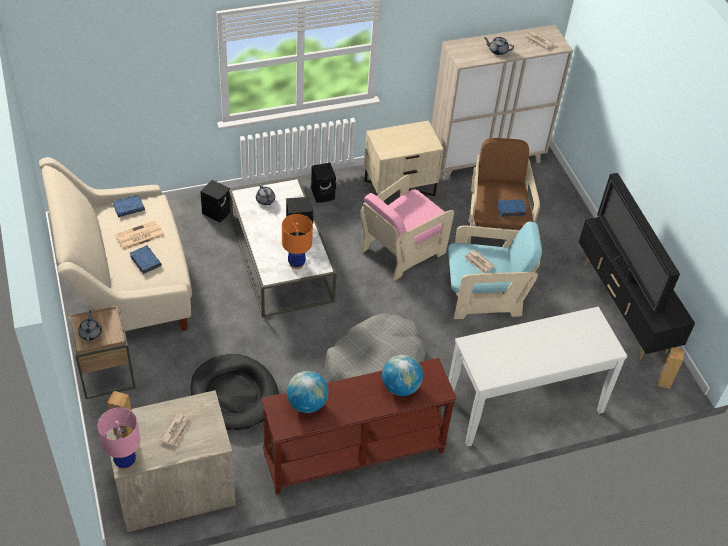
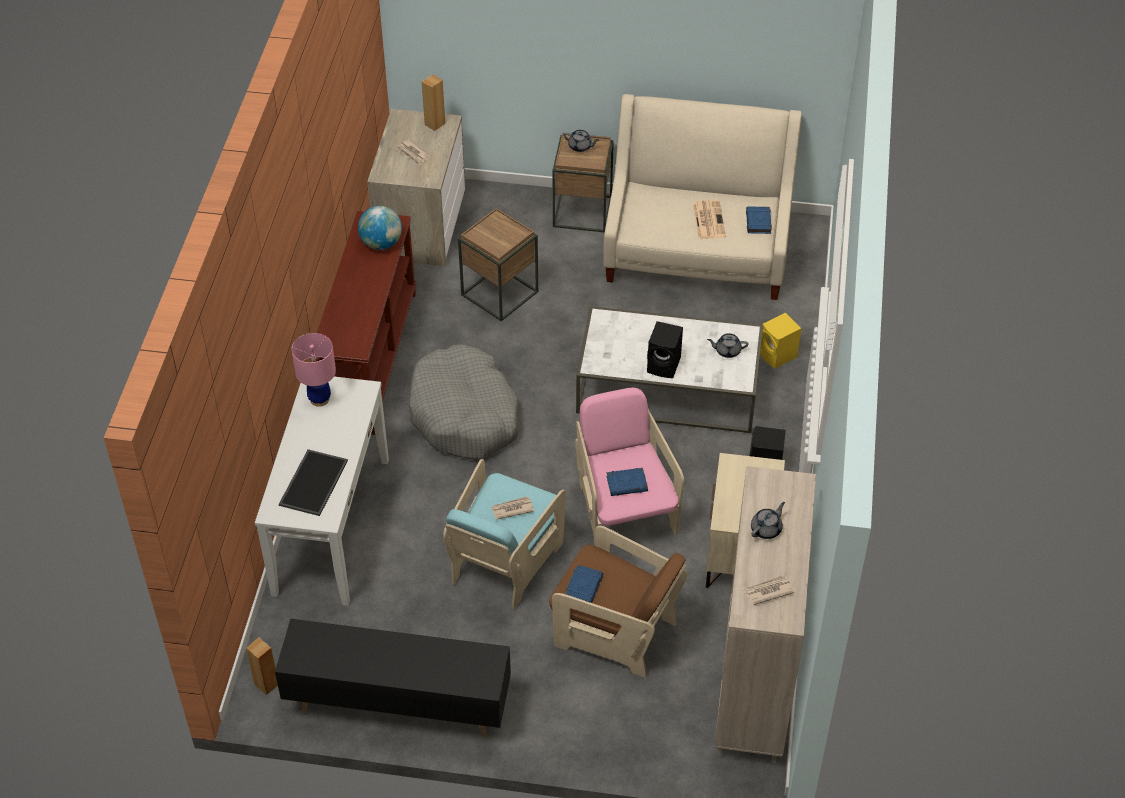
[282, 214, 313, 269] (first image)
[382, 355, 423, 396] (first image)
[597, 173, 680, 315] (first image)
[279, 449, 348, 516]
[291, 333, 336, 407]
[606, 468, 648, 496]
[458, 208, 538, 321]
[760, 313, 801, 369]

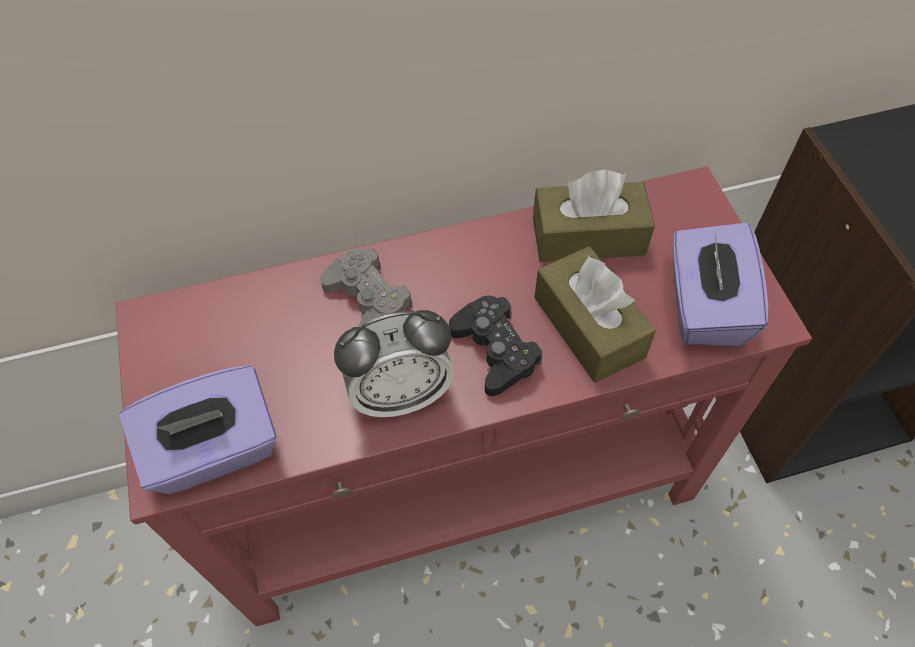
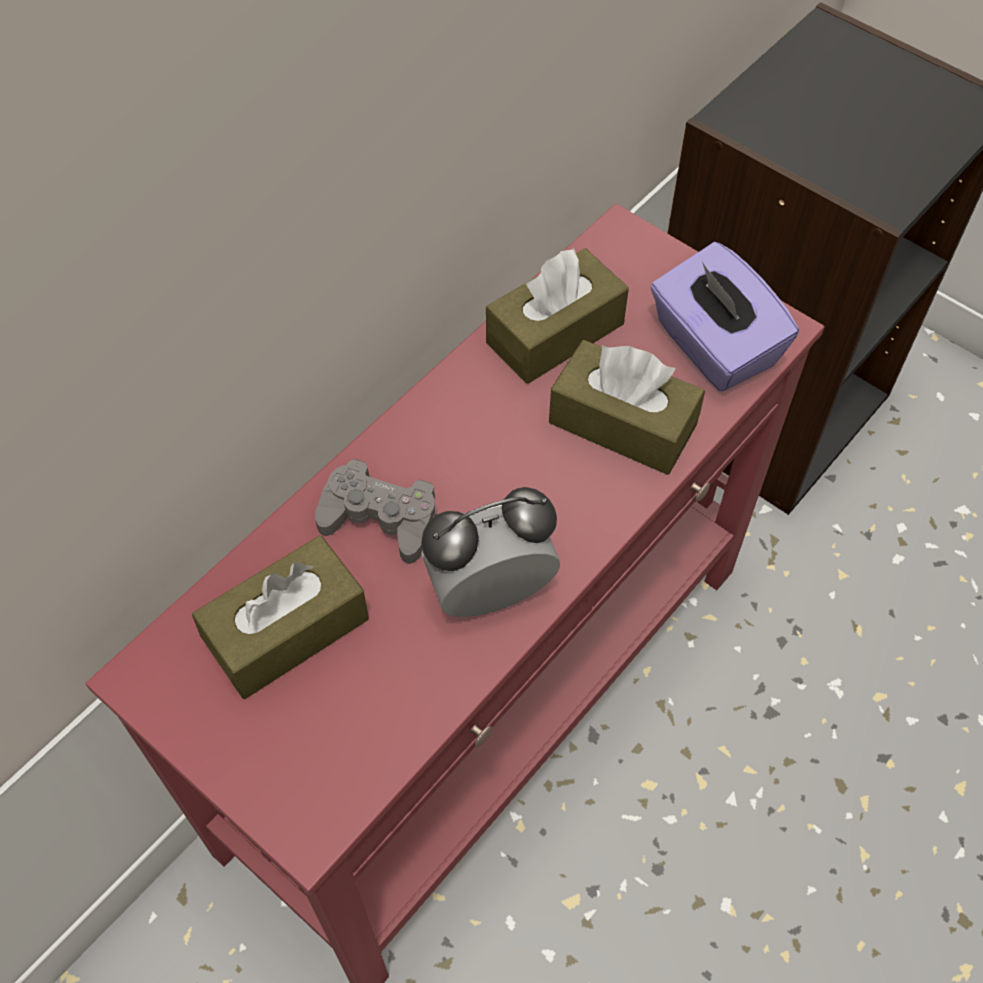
[119, 365, 277, 494] (first image)
[449, 295, 543, 396] (first image)
[192, 535, 369, 699]
[421, 487, 560, 617]

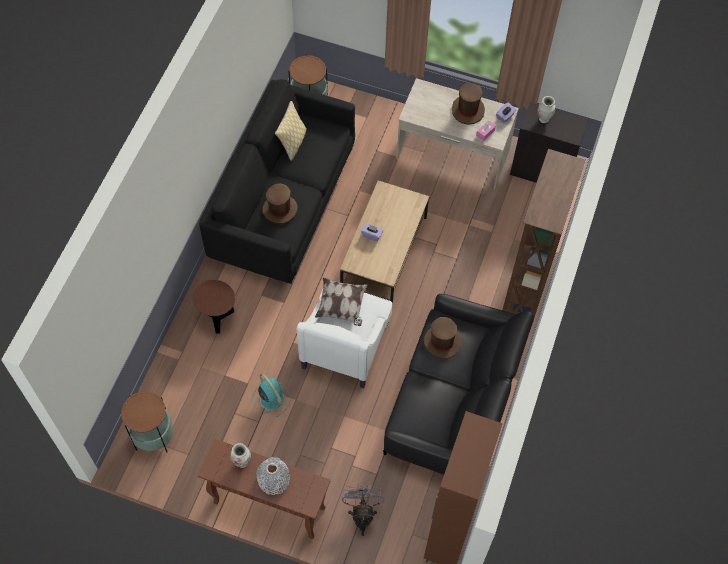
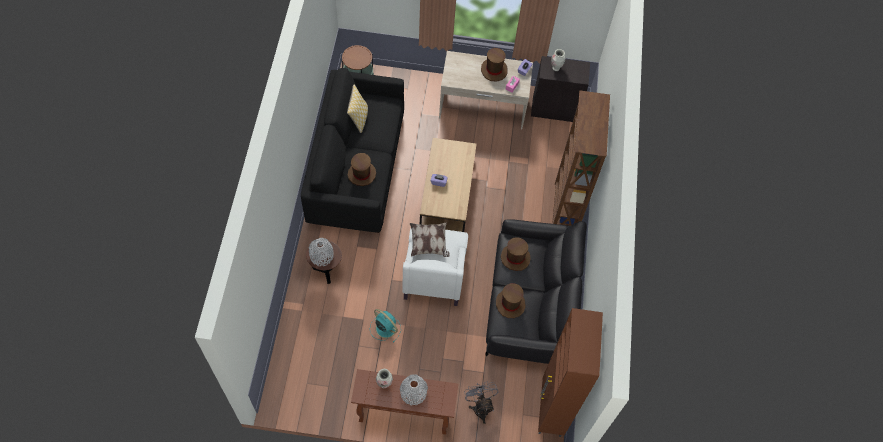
[121, 391, 173, 452] (first image)
[309, 238, 334, 266]
[496, 283, 526, 318]

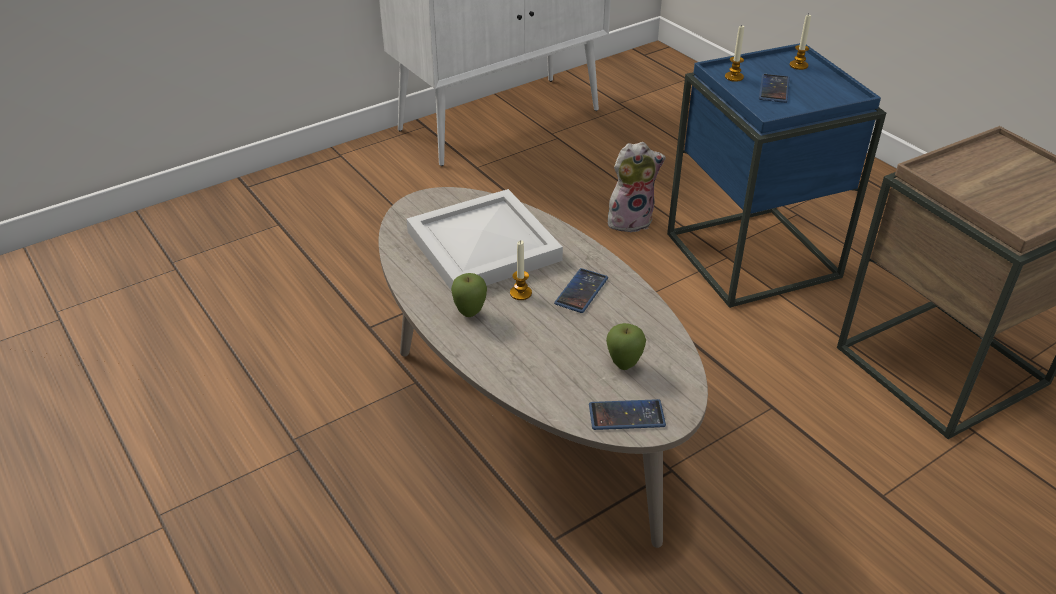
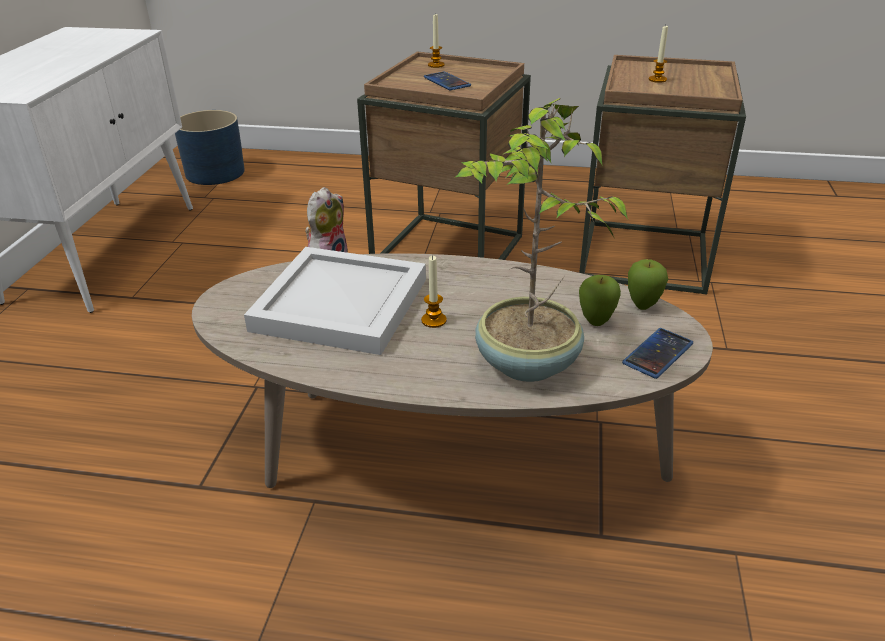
[554, 268, 608, 313] (first image)
[175, 110, 245, 185]
[456, 98, 629, 382]
[628, 259, 668, 310]
[649, 25, 668, 83]
[357, 51, 531, 260]

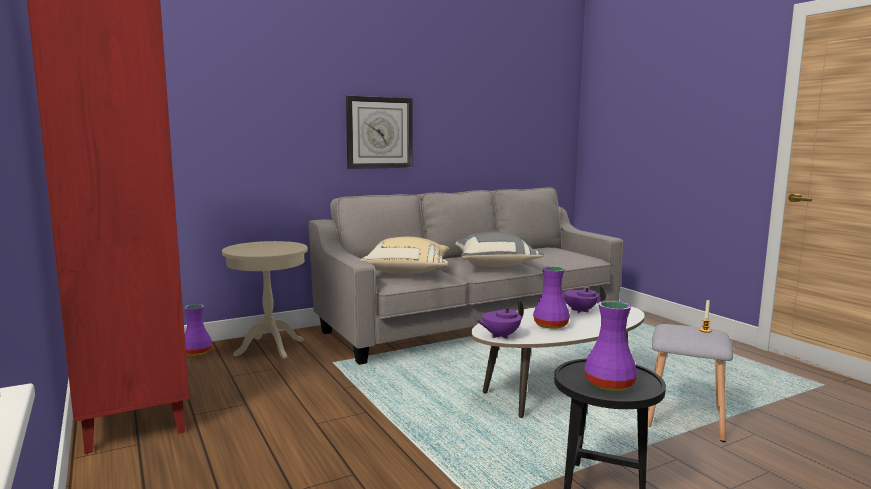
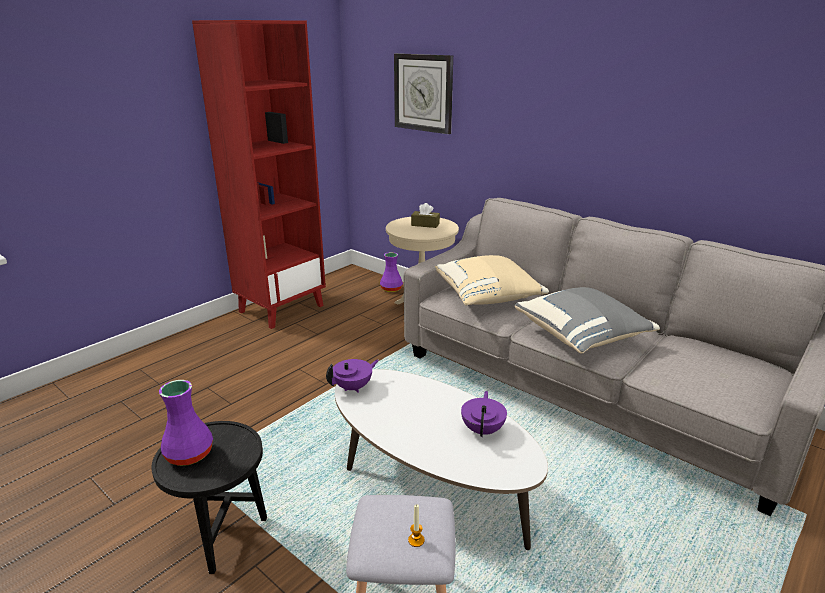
[533, 266, 570, 329] (first image)
[411, 203, 440, 228]
[394, 53, 453, 134]
[326, 359, 379, 393]

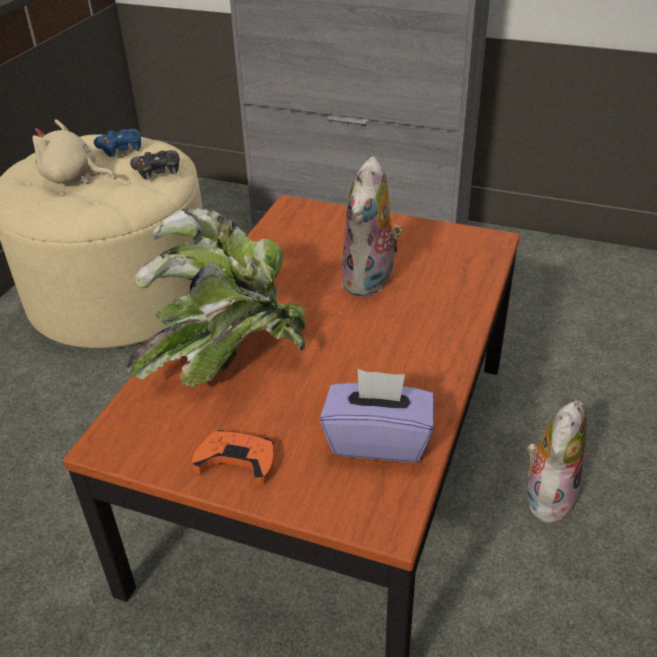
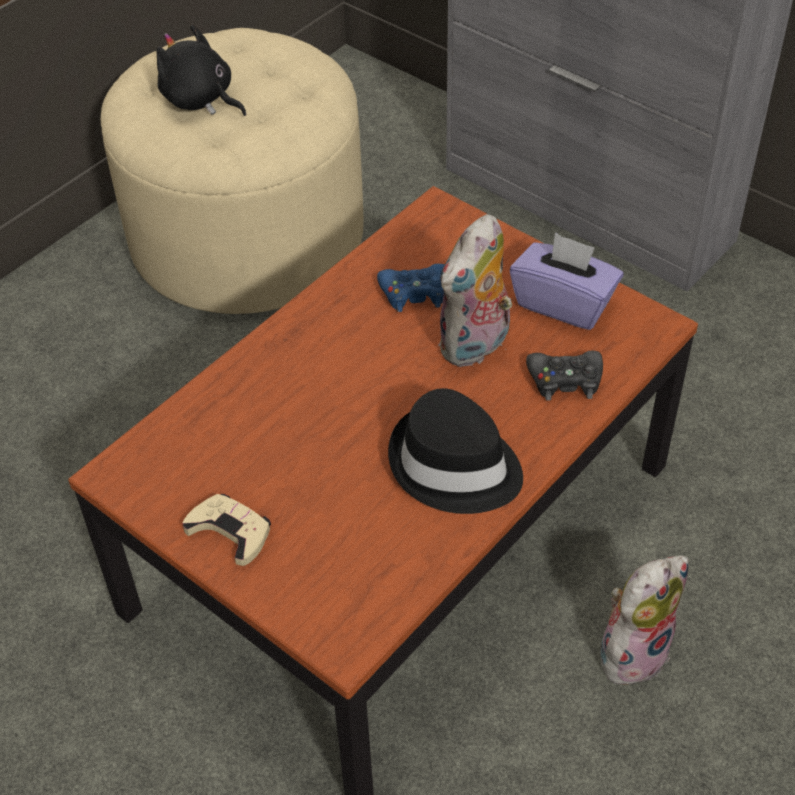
[125, 208, 306, 387] (first image)
[388, 388, 523, 514]
[377, 264, 444, 312]
[526, 351, 603, 401]
[510, 232, 623, 330]
[157, 25, 247, 116]
[182, 494, 271, 566]

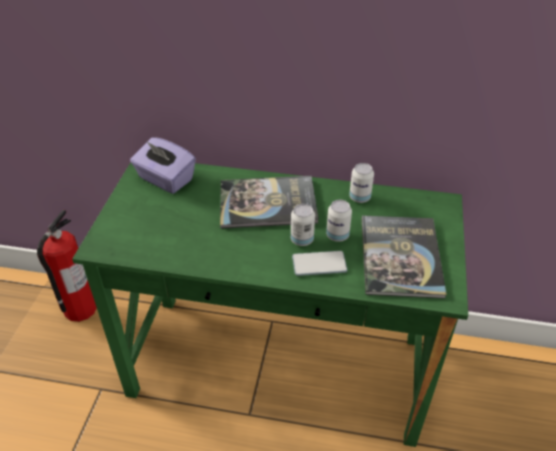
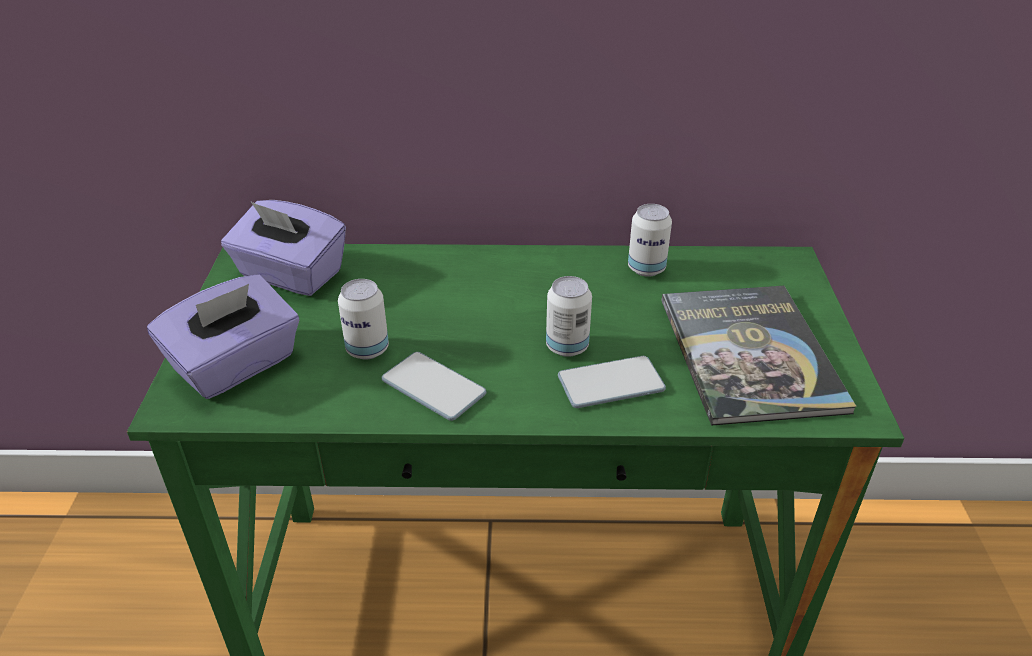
[37, 209, 97, 322] (first image)
[220, 176, 319, 229] (first image)
[147, 274, 299, 399]
[382, 352, 486, 421]
[338, 279, 389, 360]

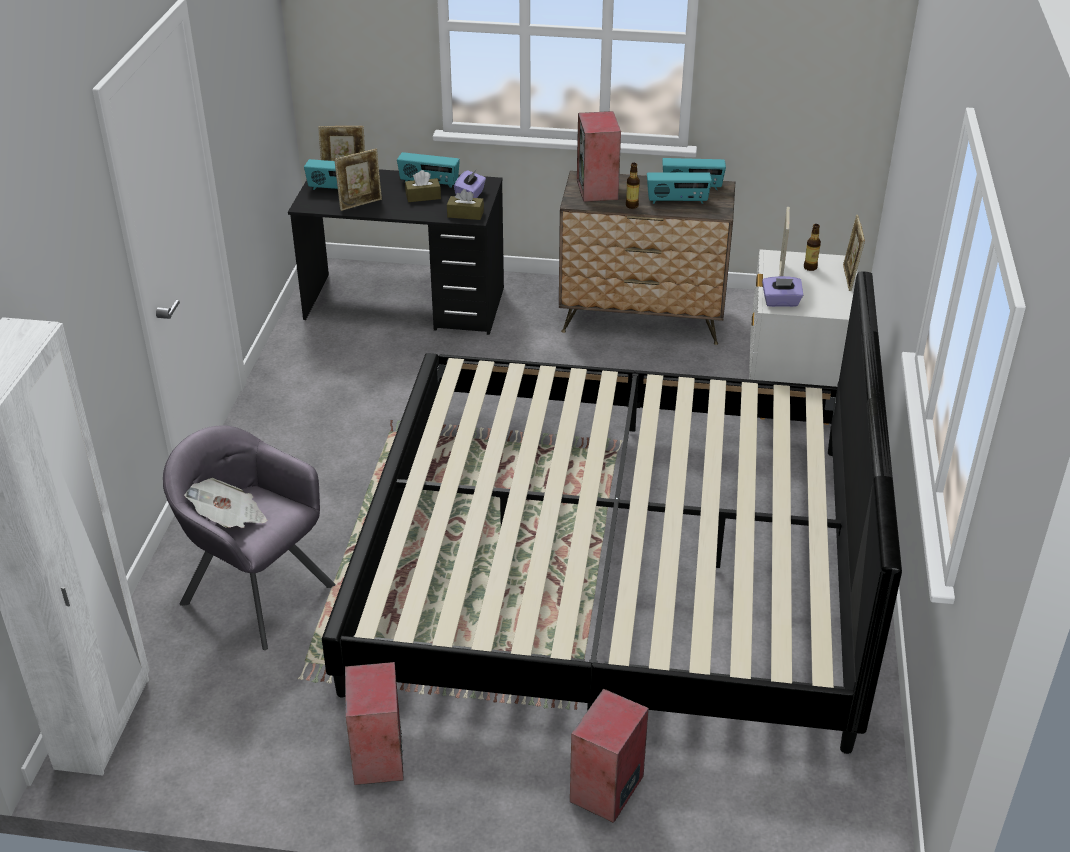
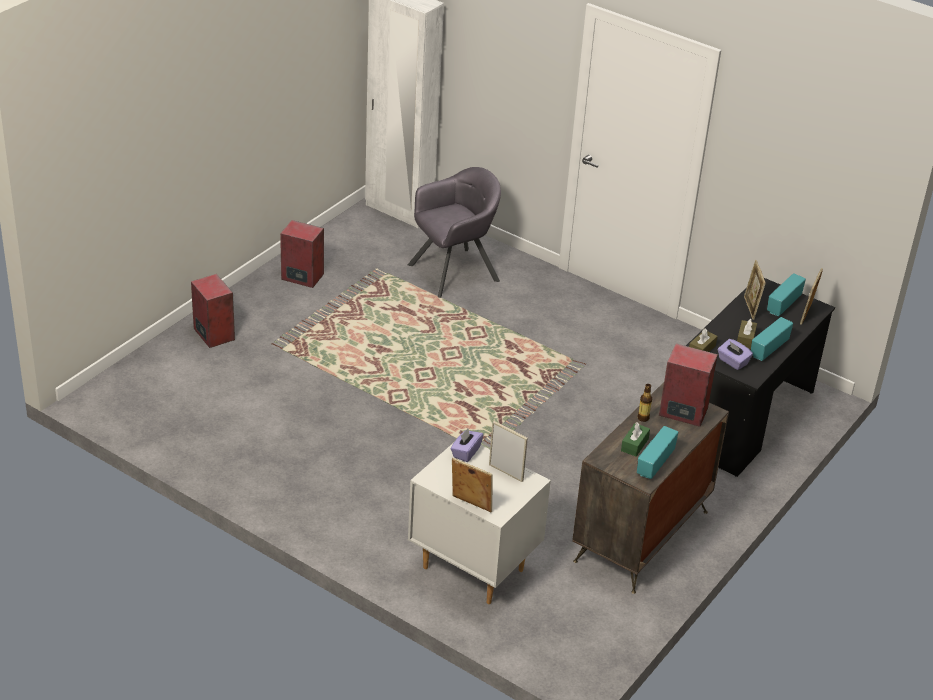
[184, 478, 267, 528] (first image)
[322, 271, 902, 754] (first image)
[804, 224, 821, 271] (first image)
[621, 422, 650, 457]

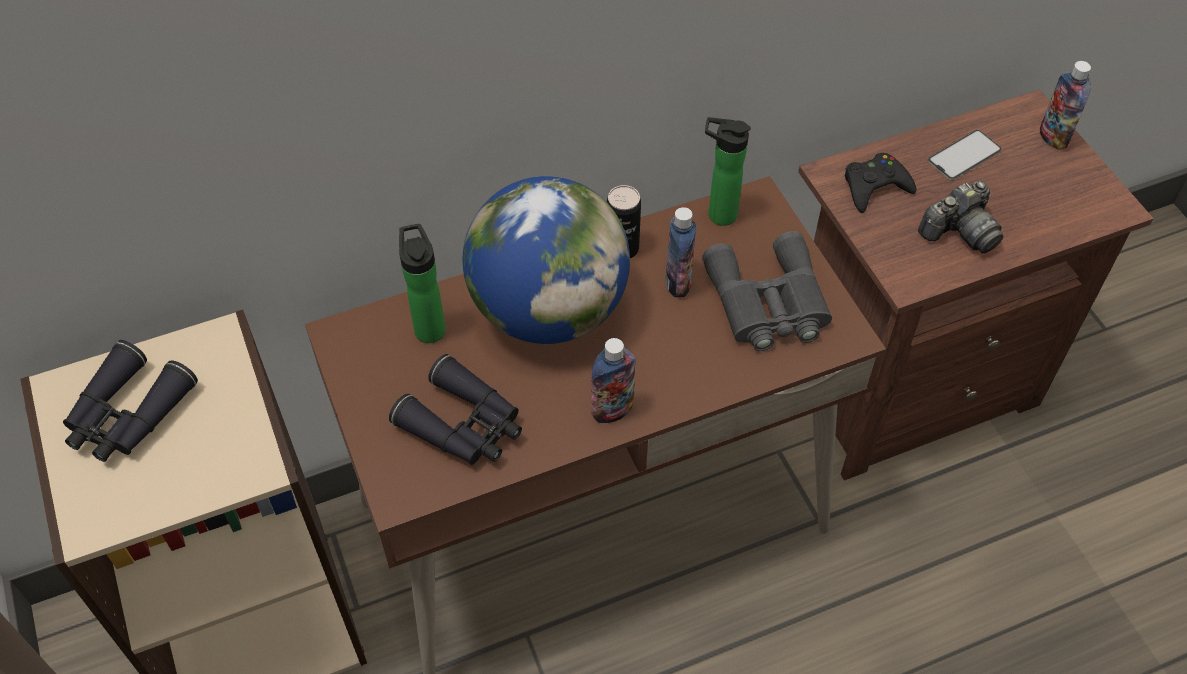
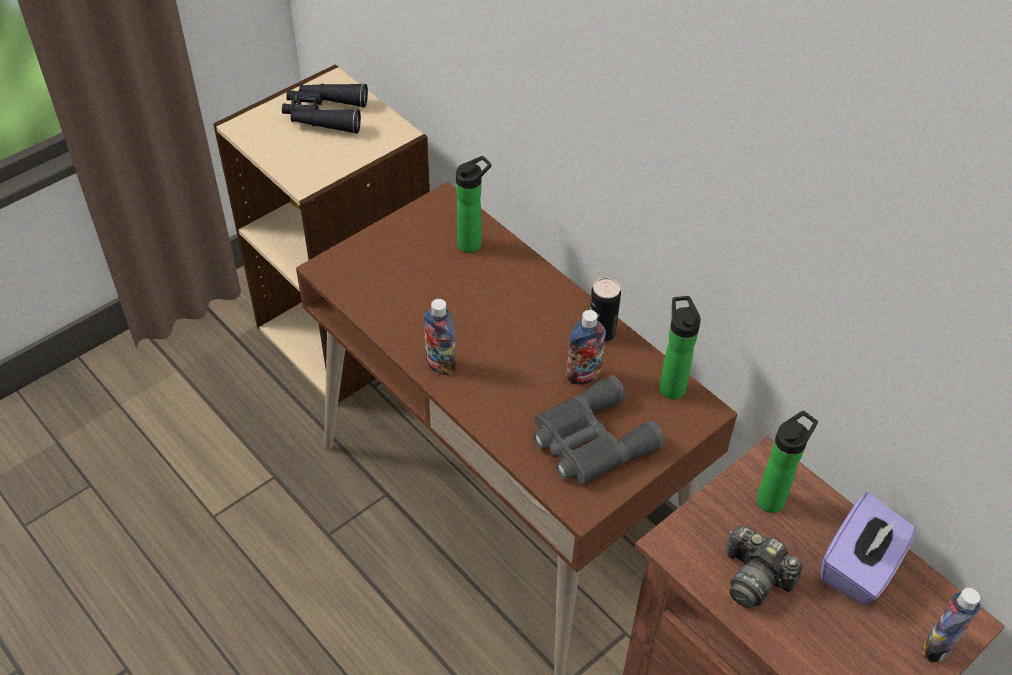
[389, 354, 522, 465] (first image)
[463, 176, 630, 344] (first image)
[756, 411, 818, 513]
[821, 492, 916, 605]

